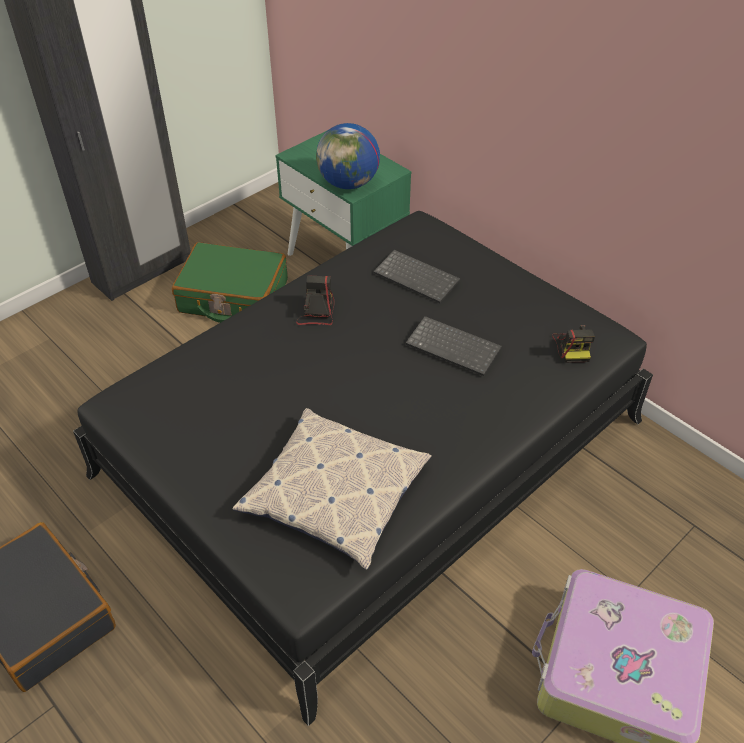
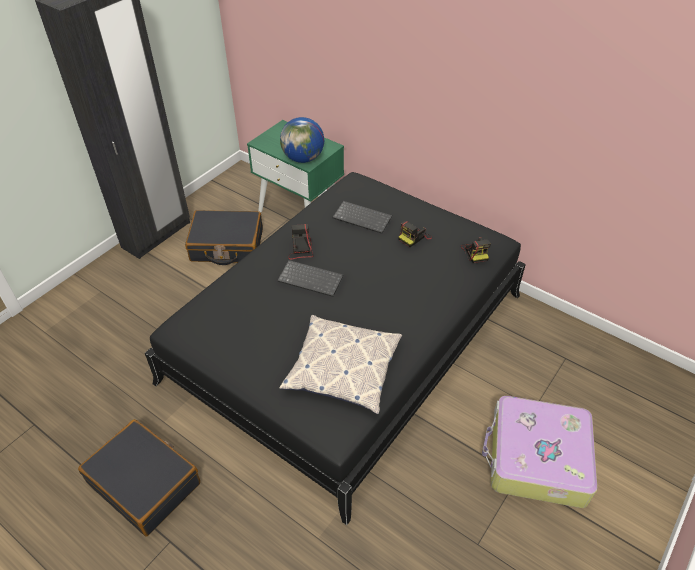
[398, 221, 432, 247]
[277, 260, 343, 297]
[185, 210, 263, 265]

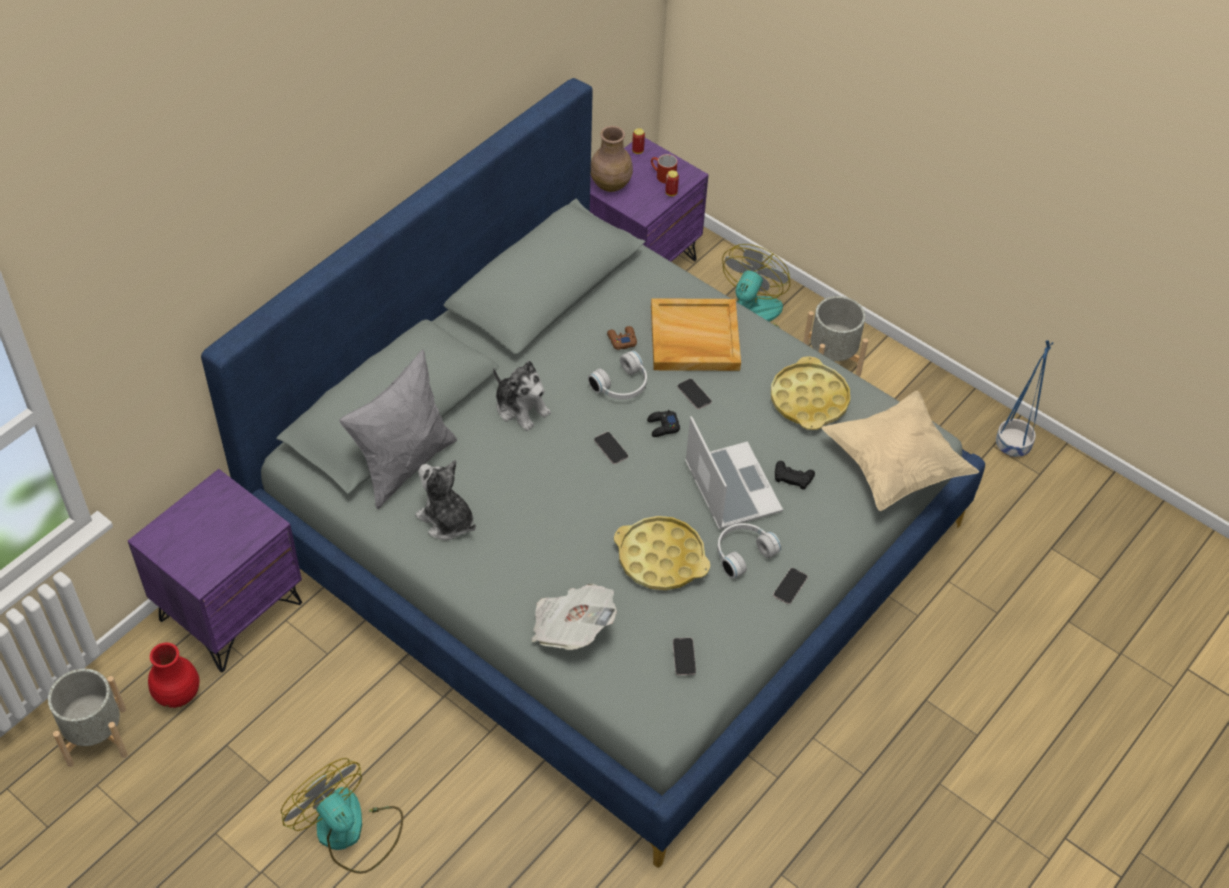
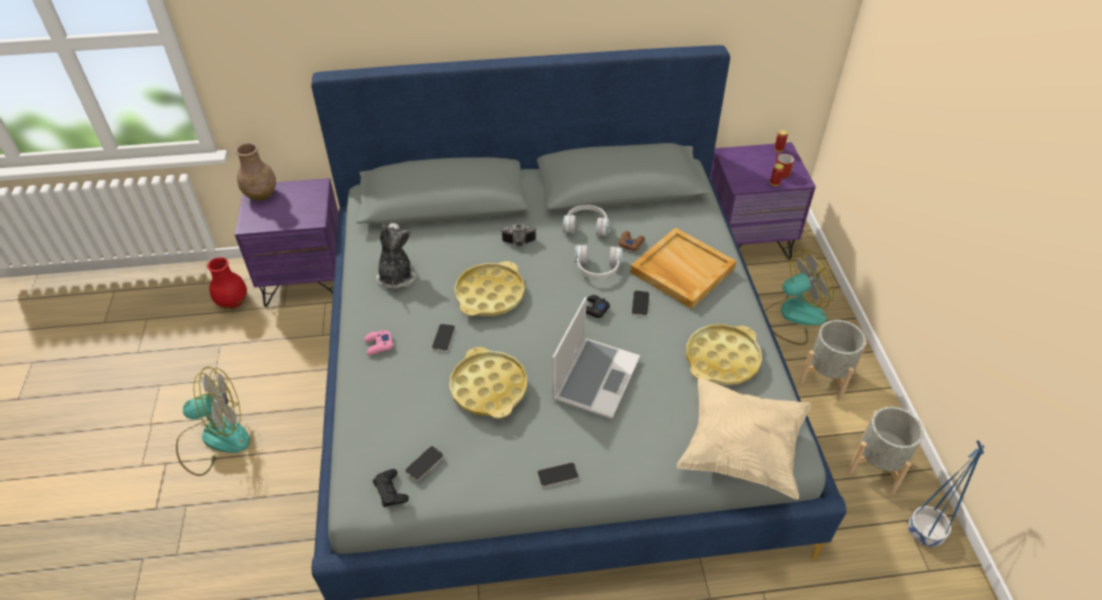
[339, 349, 457, 509] (first image)
[532, 584, 617, 650] (first image)
[365, 329, 393, 355]
[454, 261, 525, 316]
[848, 407, 924, 494]
[235, 143, 276, 201]
[432, 324, 455, 352]
[563, 205, 609, 236]
[372, 469, 409, 507]
[501, 224, 536, 247]
[176, 367, 250, 476]

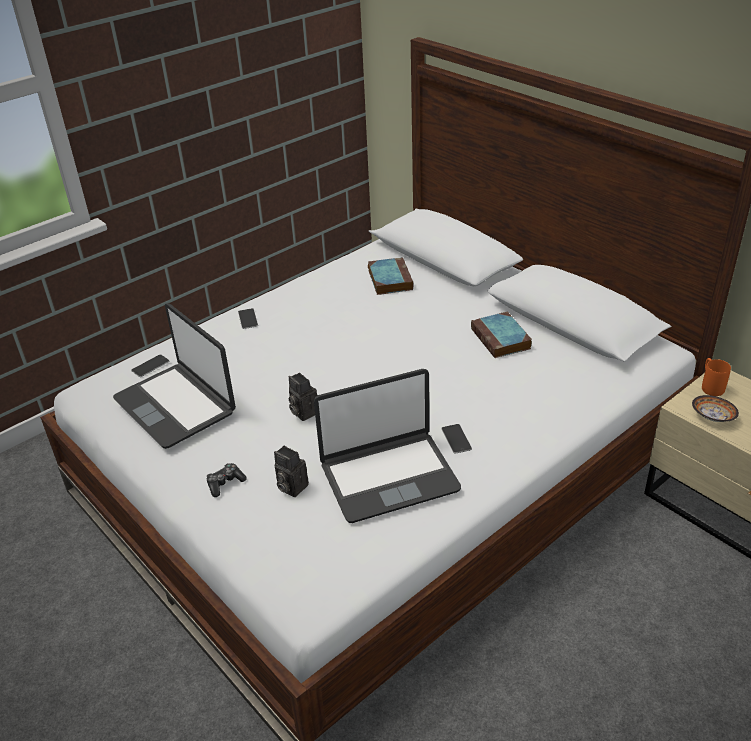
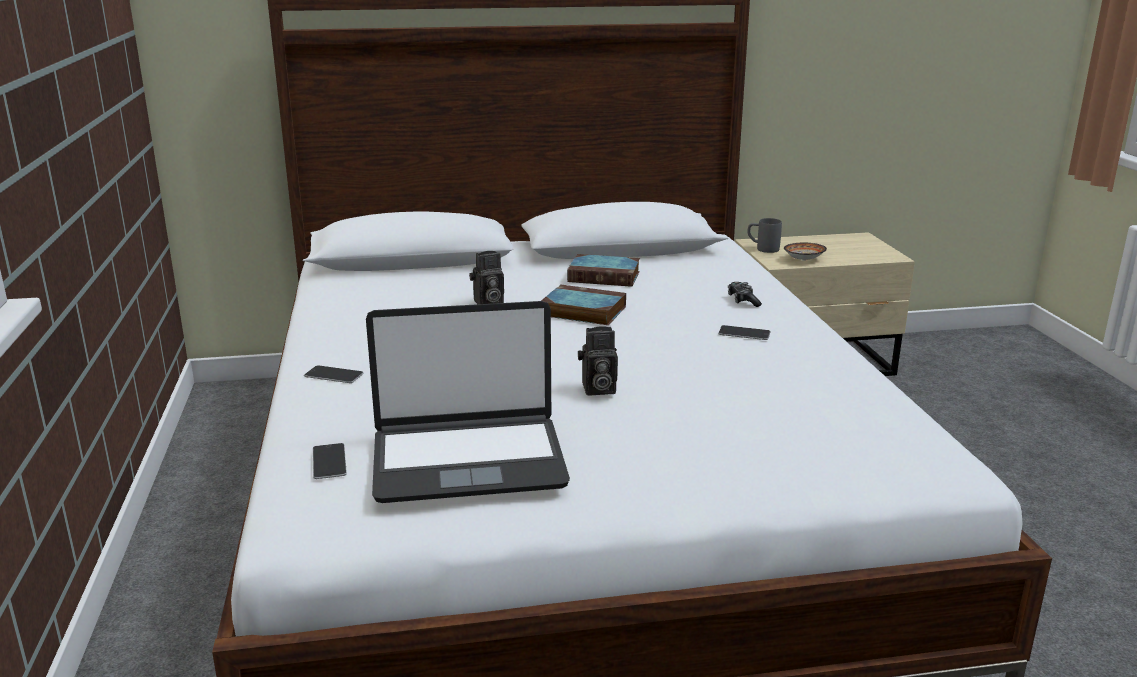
[314, 369, 461, 523] (first image)
[728, 282, 762, 307]
[469, 251, 504, 304]
[541, 284, 626, 325]
[747, 218, 782, 253]

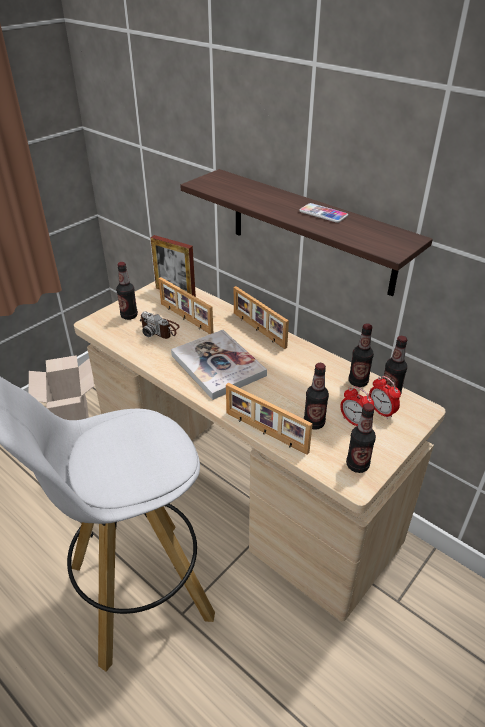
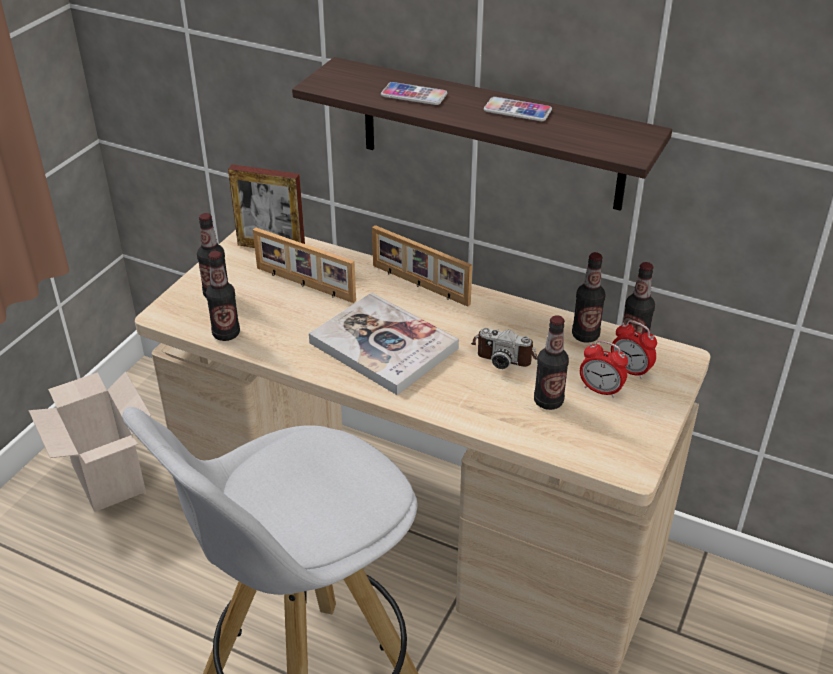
[226, 383, 313, 455] (first image)
[381, 82, 447, 105]
[471, 328, 537, 369]
[206, 251, 240, 341]

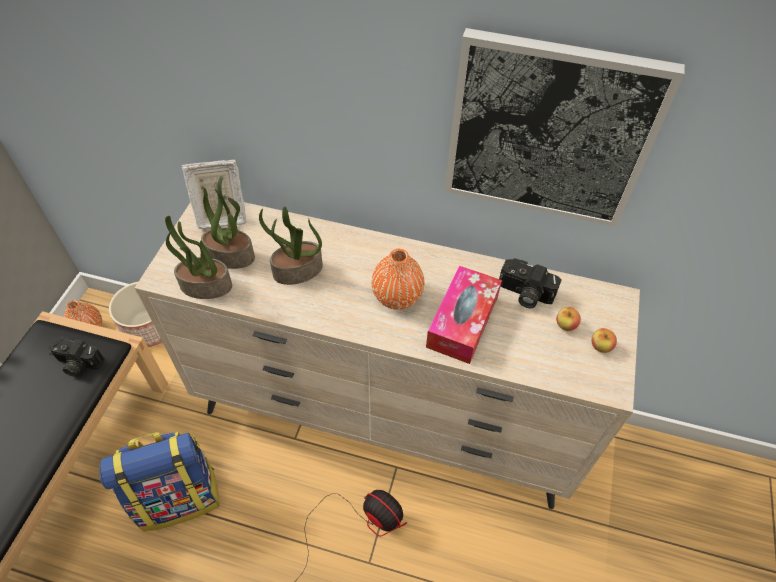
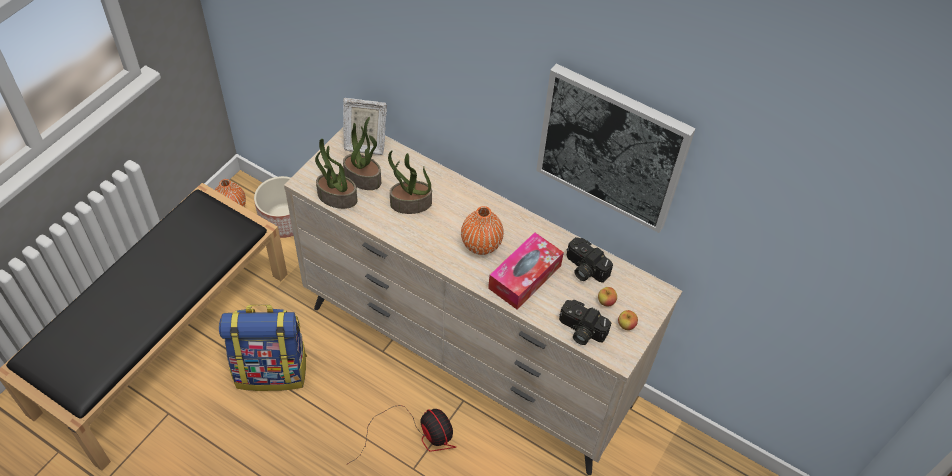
[559, 300, 611, 345]

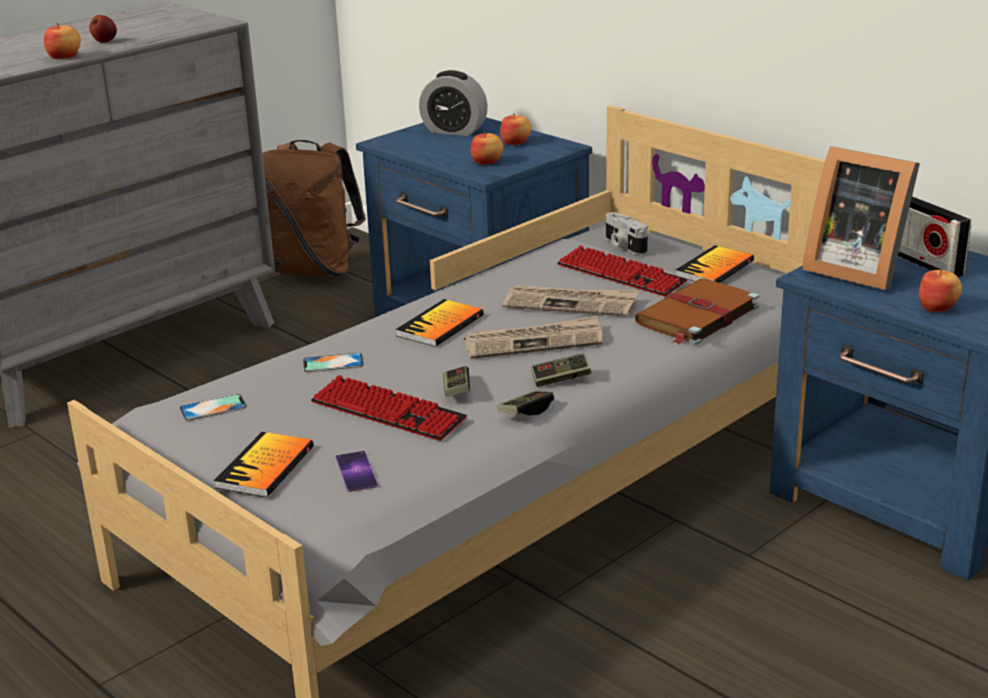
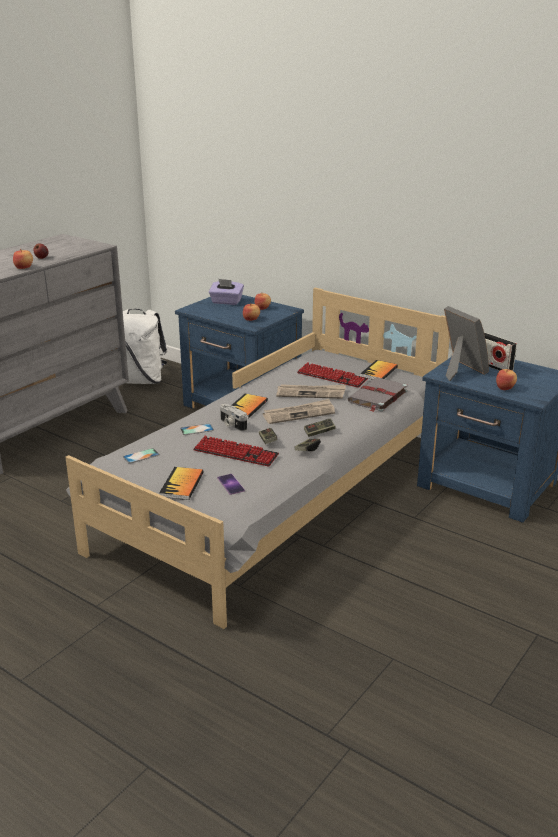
[220, 404, 247, 431]
[209, 279, 244, 305]
[123, 308, 167, 384]
[348, 378, 408, 412]
[444, 306, 489, 381]

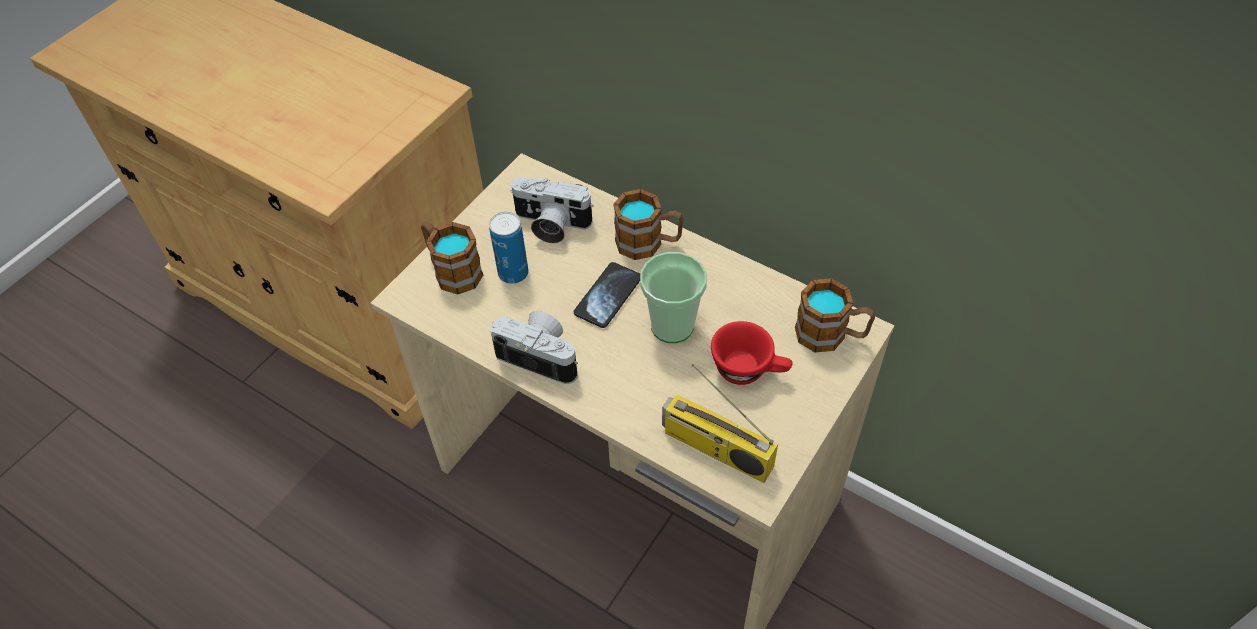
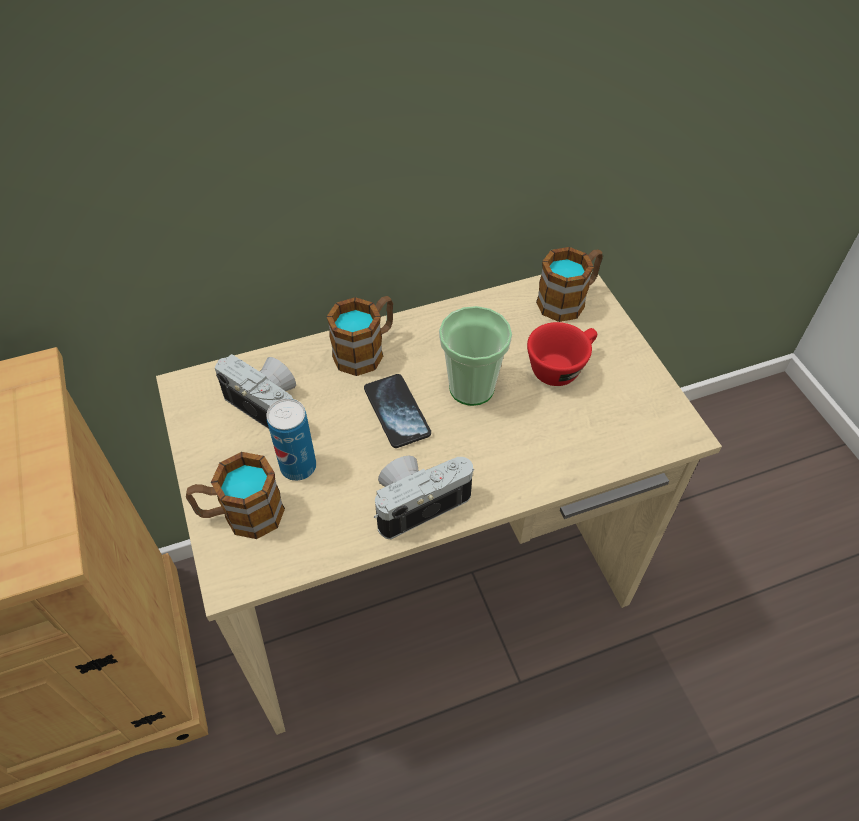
[662, 364, 778, 483] (first image)
[215, 354, 296, 429]

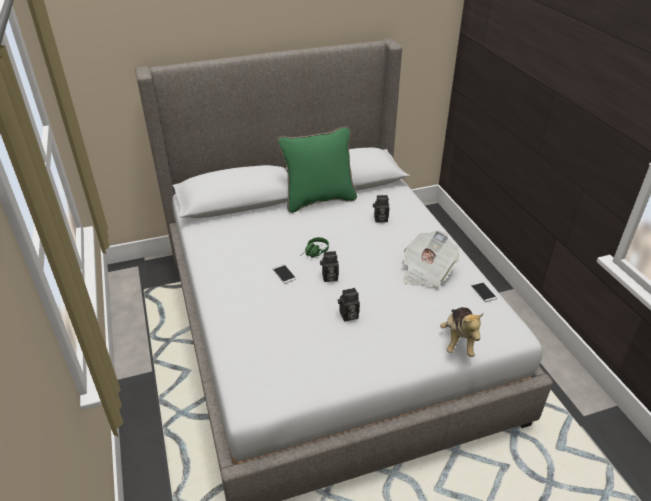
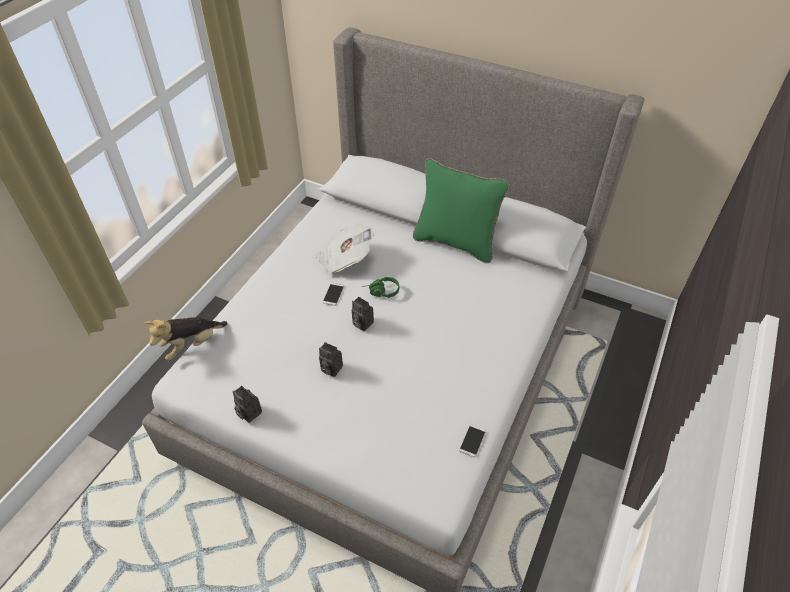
[233, 386, 262, 423]
[316, 223, 374, 274]
[144, 317, 228, 361]

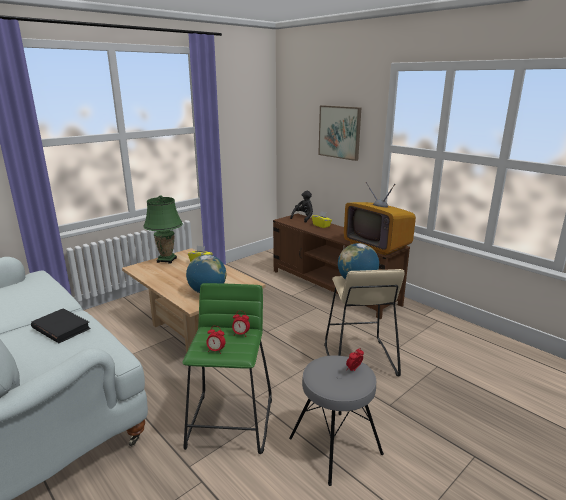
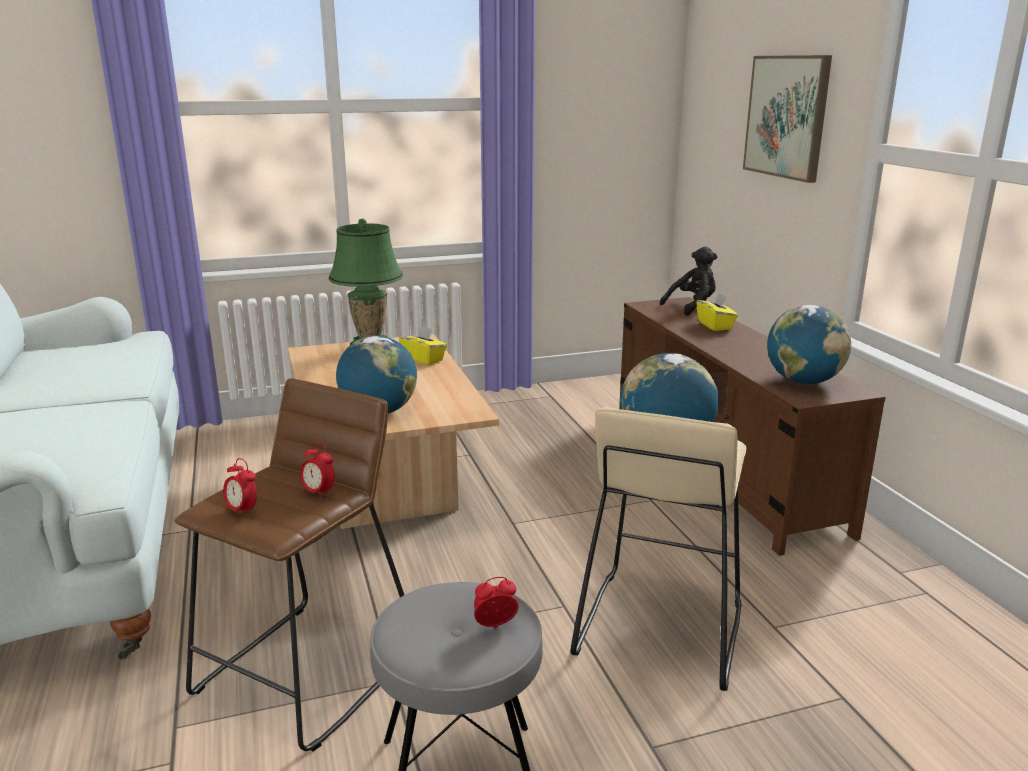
[31, 309, 91, 343] (first image)
[767, 305, 851, 384]
[174, 378, 404, 752]

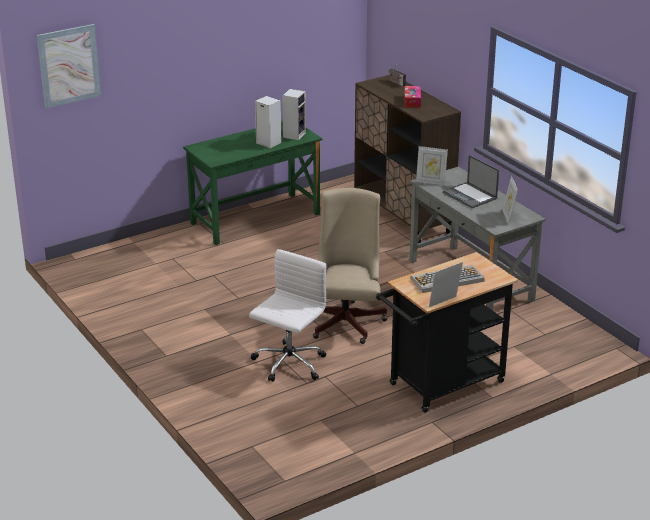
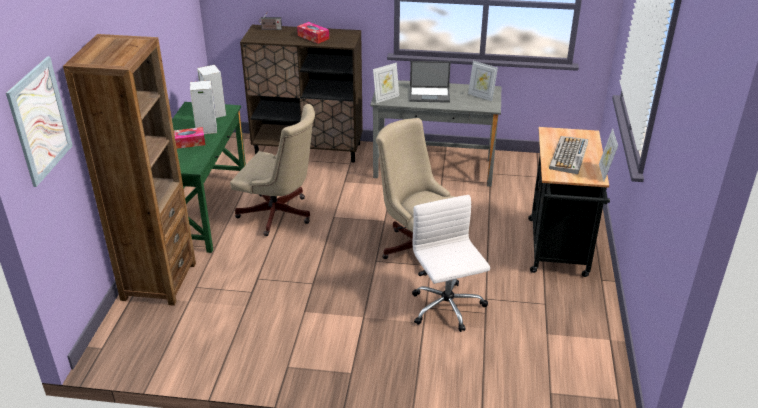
[63, 34, 196, 306]
[174, 127, 205, 149]
[230, 104, 315, 236]

